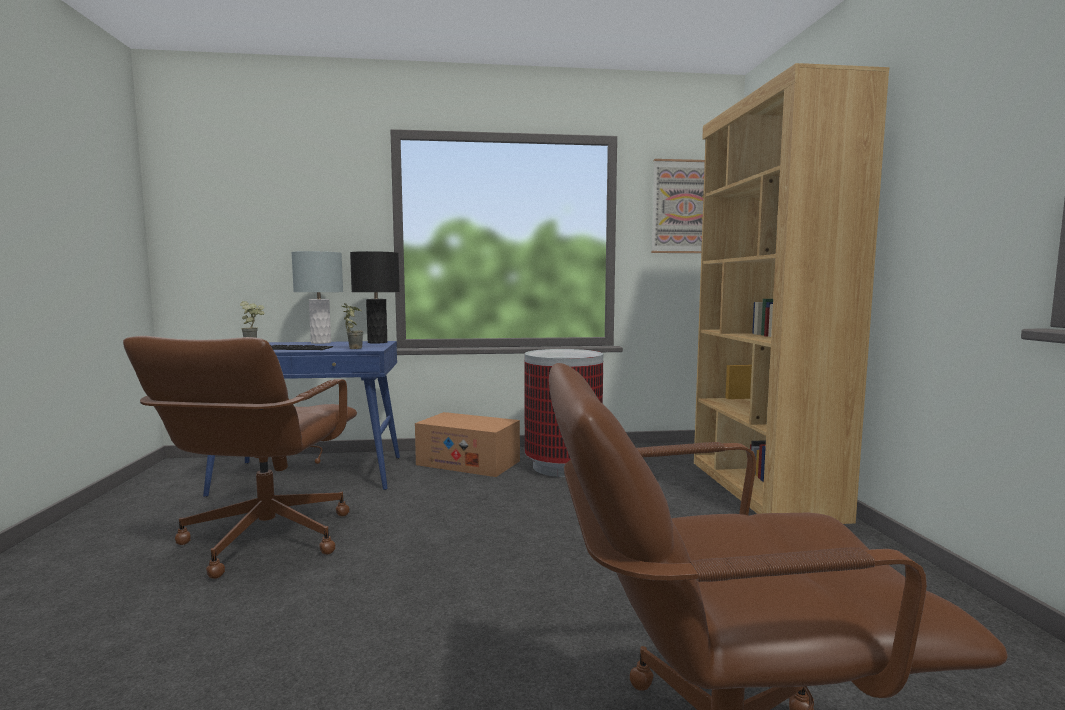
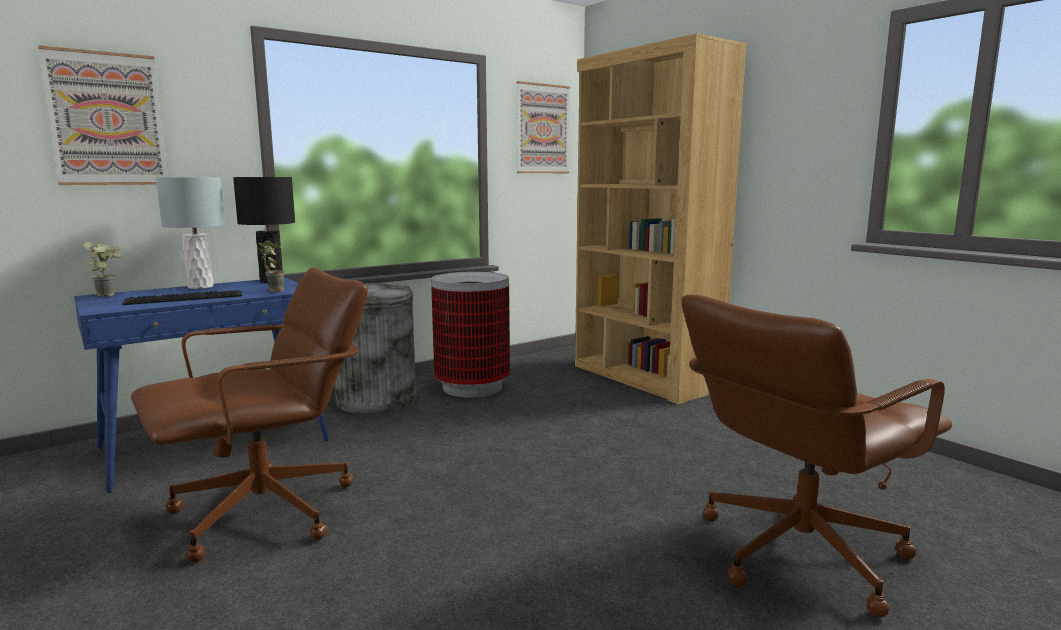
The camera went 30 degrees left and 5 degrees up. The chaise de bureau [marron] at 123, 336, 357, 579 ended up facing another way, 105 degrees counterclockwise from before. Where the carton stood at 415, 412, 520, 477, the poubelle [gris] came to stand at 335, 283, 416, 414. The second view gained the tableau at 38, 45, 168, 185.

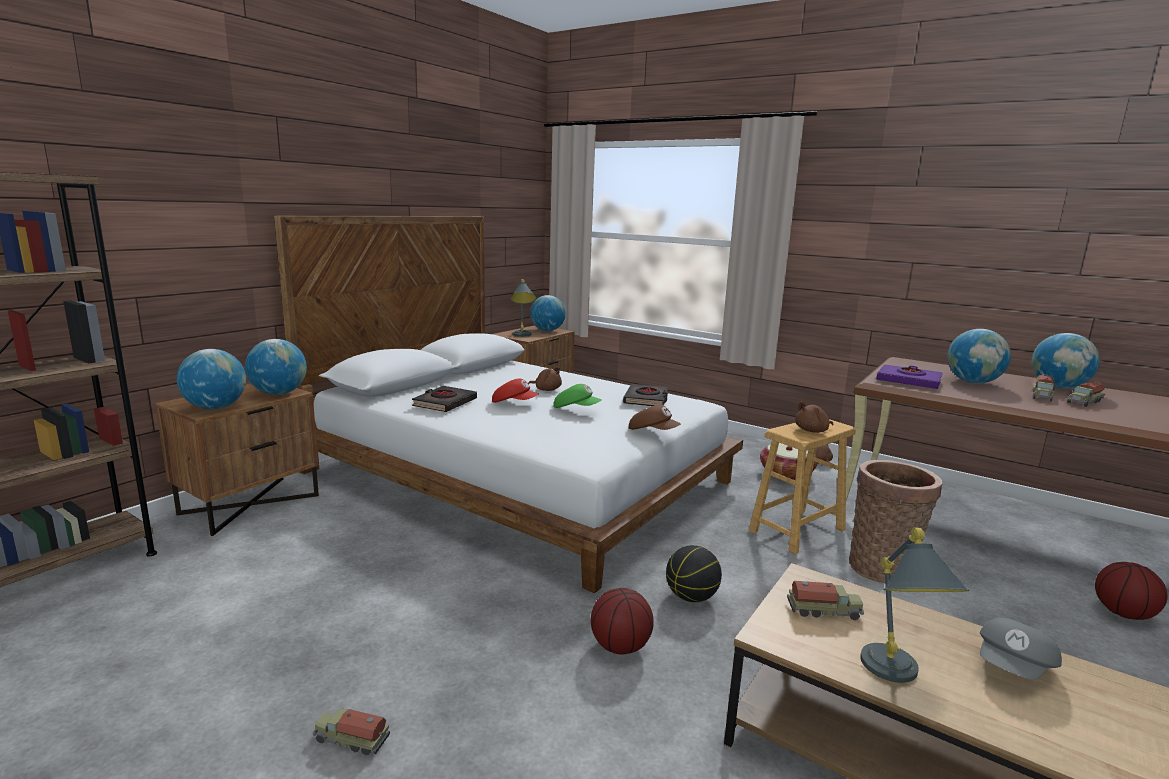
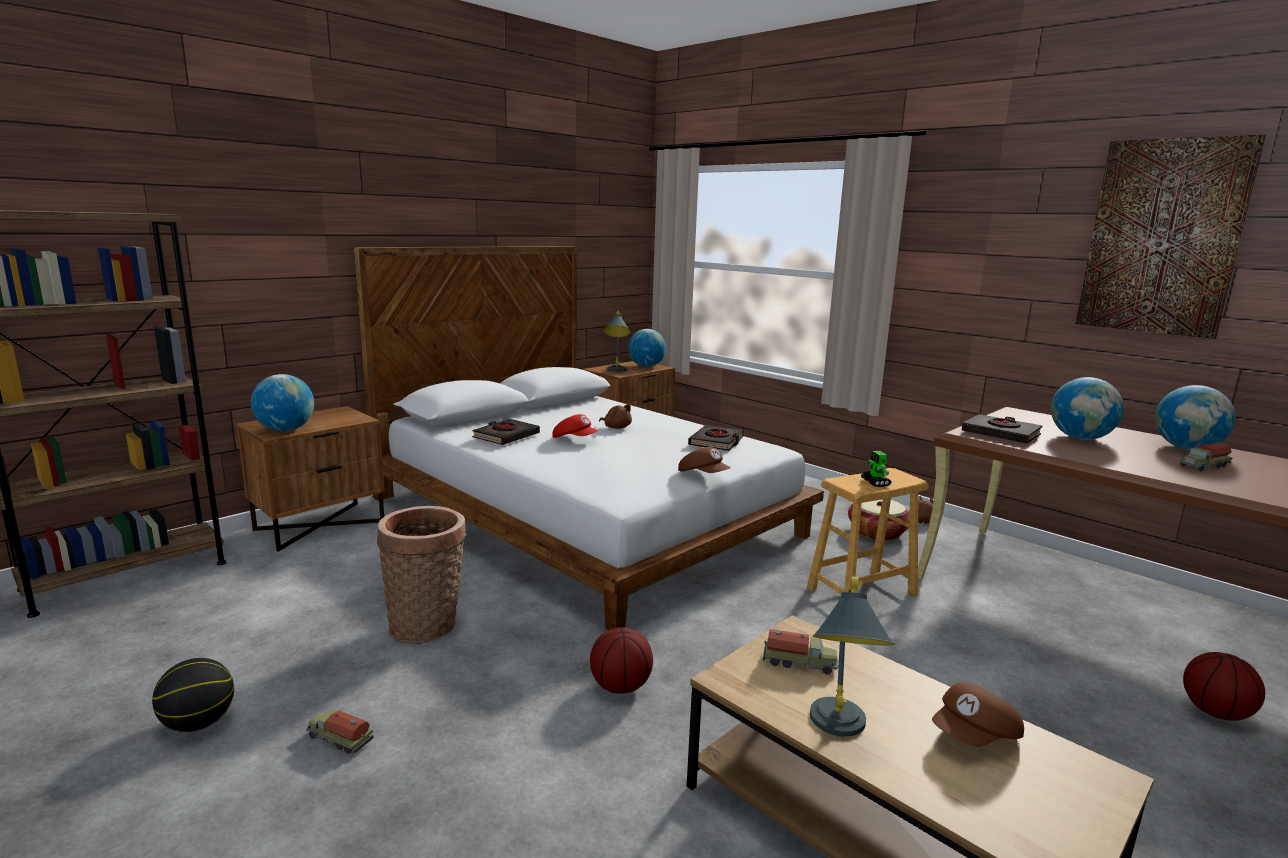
The camera went 10 degrees right and 0 degrees up. The second view lost the globe at 245, 339, 307, 395. What was the livre [violet] at 876, 364, 943, 389 turned into the livre [noir] at 962, 414, 1043, 444. The second view lost the camion jouet at 1033, 374, 1055, 401. The second view lost the casquette [vert] at 553, 384, 602, 408. Where the peluche [marron] stood at 795, 401, 833, 433, the robot jouet came to stand at 861, 451, 892, 487. The panier ended up elsewhere, having gone from 849, 460, 943, 583 to 377, 506, 467, 644. The ballon de basket ended up elsewhere, having gone from 666, 545, 722, 602 to 152, 658, 234, 732. What was the casquette [gris] at 980, 618, 1062, 680 turned into the casquette [marron] at 932, 683, 1024, 747. The second view gained the tableau at 1076, 134, 1266, 339.

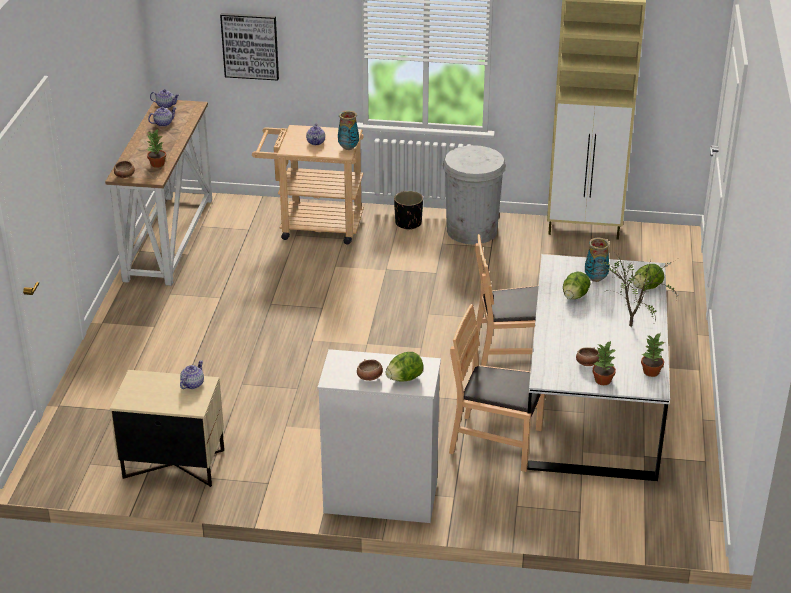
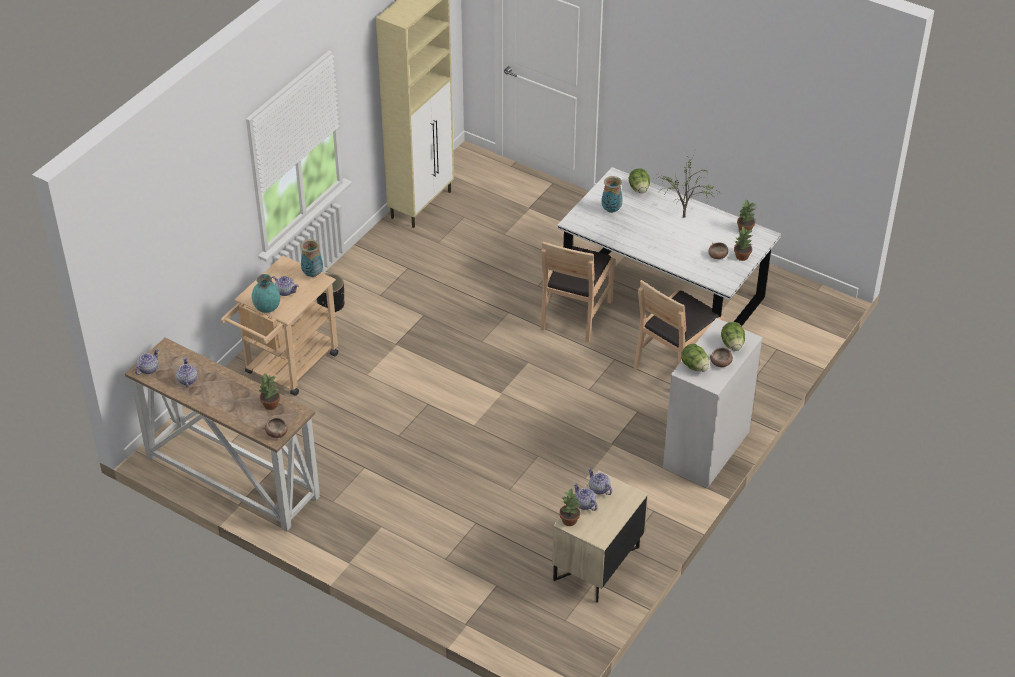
The camera went 65 degrees left and 10 degrees up. The second view lost the tableau at 220, 13, 279, 81. The second view lost the poubelle [blanc] at 443, 145, 506, 245. The laitue ended up elsewhere, having gone from 563, 271, 591, 299 to 681, 344, 709, 372. The second view gained the vase [turquoise] at 252, 274, 280, 313. The second view gained the théière at 574, 483, 597, 511. The second view gained the plante en pot at 559, 488, 580, 526.

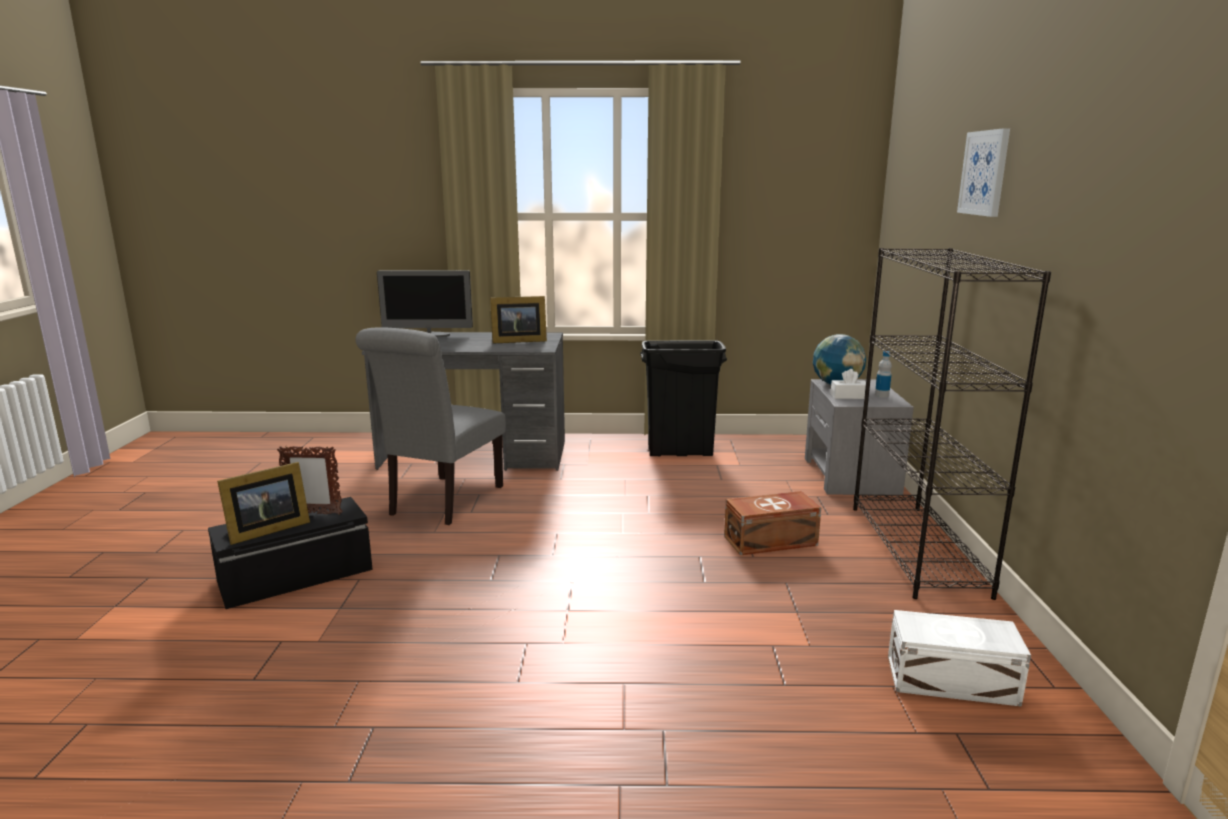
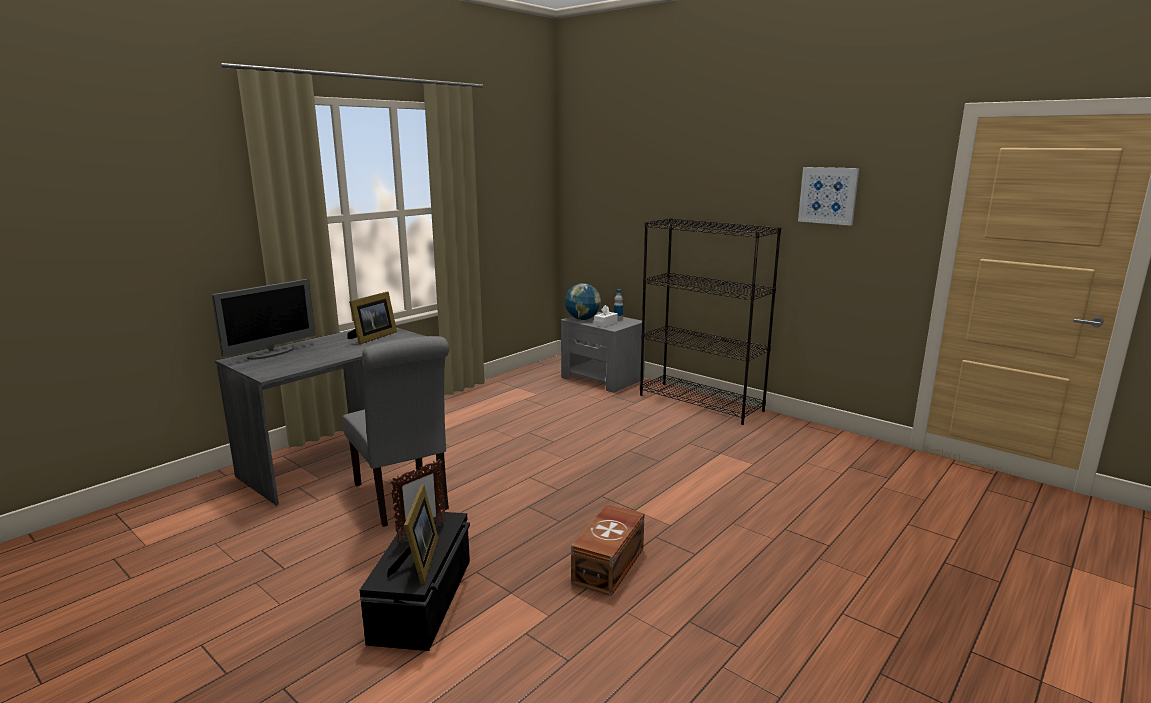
The camera went 50 degrees left and 0 degrees up. The tableau ended up elsewhere, having gone from 957, 128, 1010, 217 to 798, 167, 859, 226. The second view lost the poubelle [noir] at 640, 340, 727, 456. The boîte de rangement [marron] ended up elsewhere, having gone from 724, 491, 821, 555 to 571, 504, 645, 596. The second view lost the boîte de rangement [blanc] at 888, 610, 1031, 707.

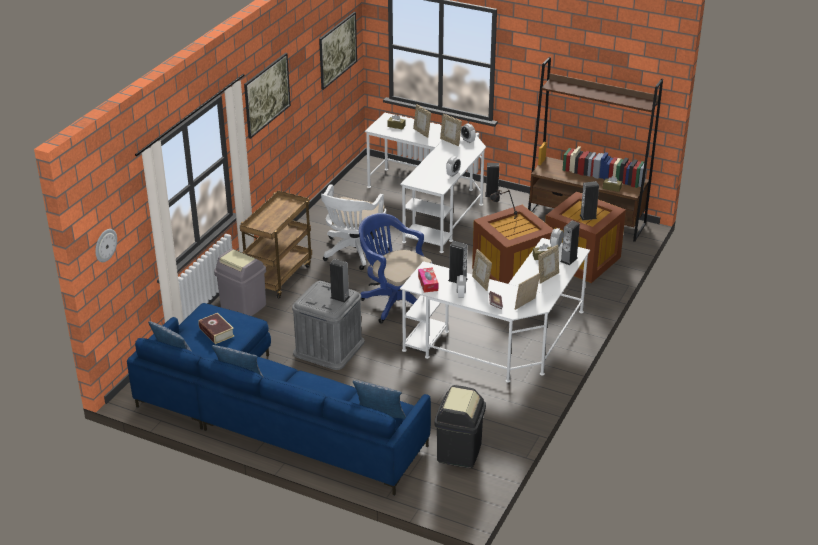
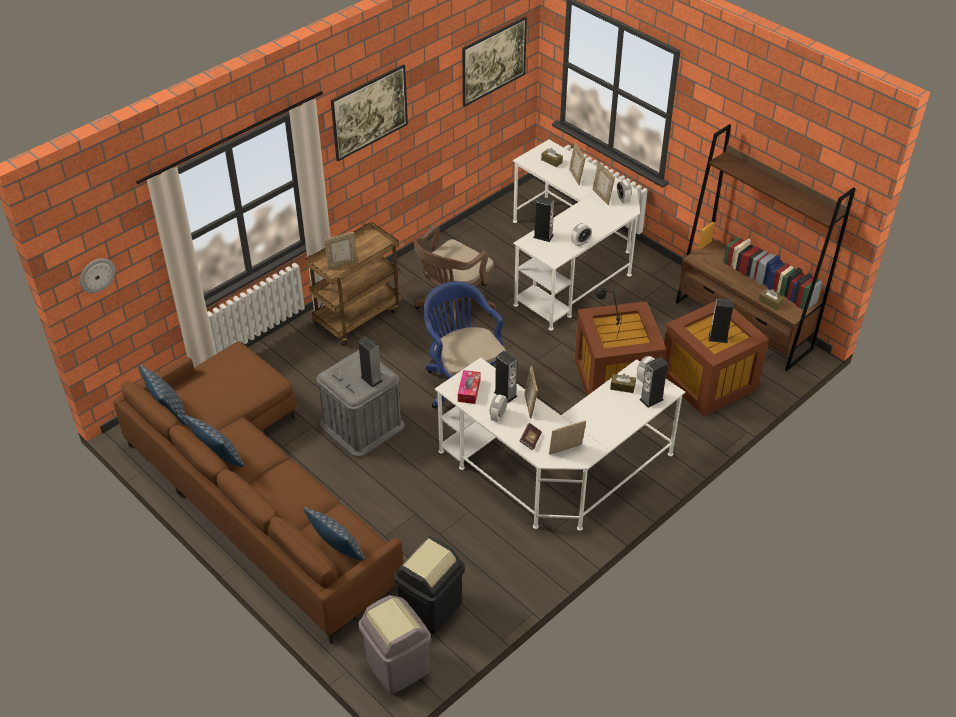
The camera went 20 degrees right and 10 degrees up. The enceinte ended up elsewhere, having gone from 485, 163, 499, 197 to 533, 196, 554, 242. What was the chaise de bureau [blanc] at 321, 184, 392, 270 turned into the chaise de bureau [marron] at 413, 225, 496, 330. The cadre photo ended up elsewhere, having gone from 538, 245, 559, 284 to 324, 232, 358, 269. The poubelle [gris] ended up elsewhere, having gone from 214, 249, 266, 316 to 358, 595, 431, 694. What was the canapé [bleu] at 127, 303, 431, 496 turned into the canapé [marron] at 113, 342, 403, 644. The second view lost the livre at 198, 313, 234, 344.

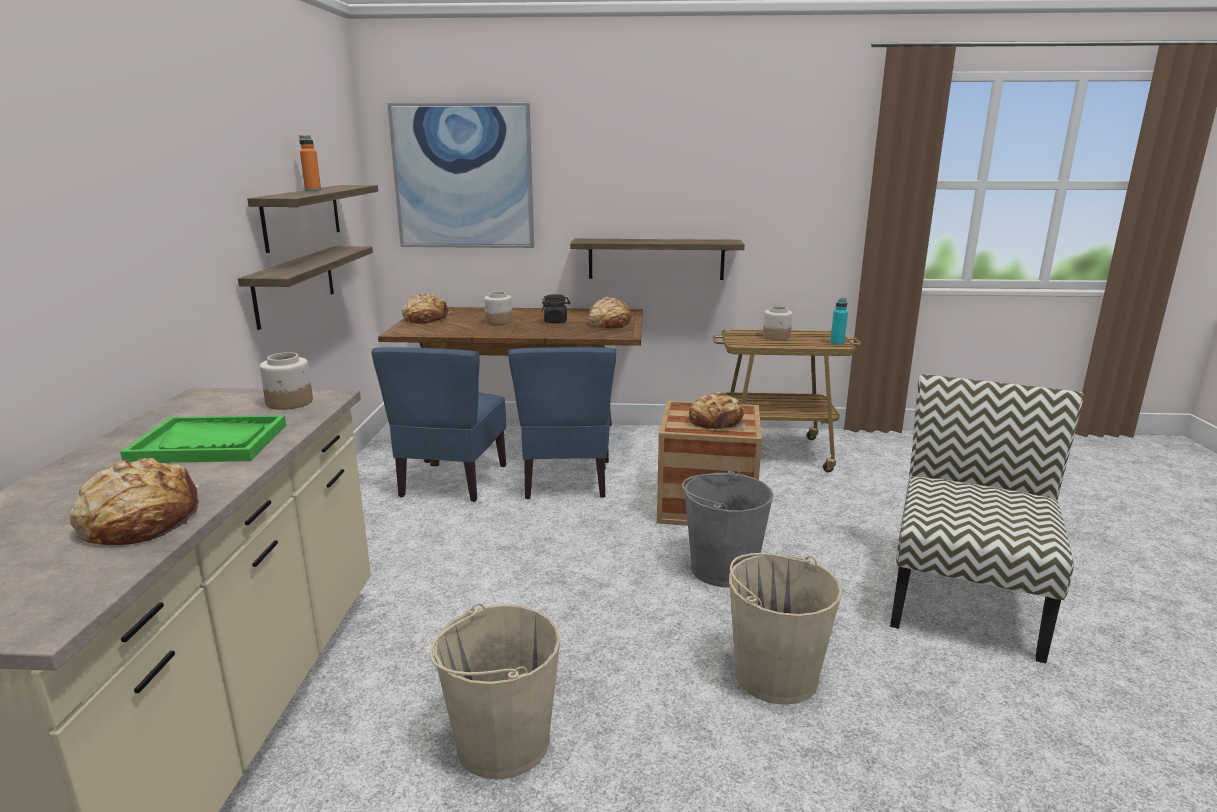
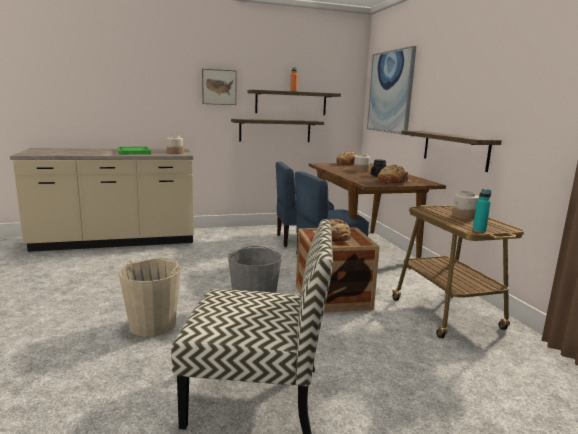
The camera went 70 degrees right and 5 degrees down. The second view lost the pain at 70, 458, 199, 545. The second view lost the seau [beige] at 429, 603, 560, 780. The second view gained the tableau at 202, 69, 236, 105.

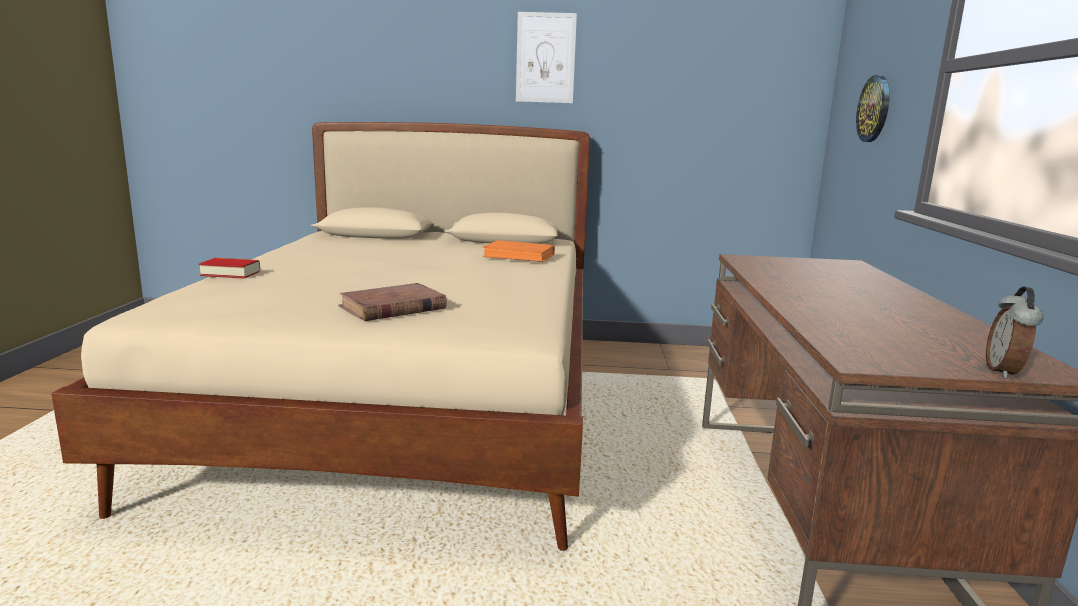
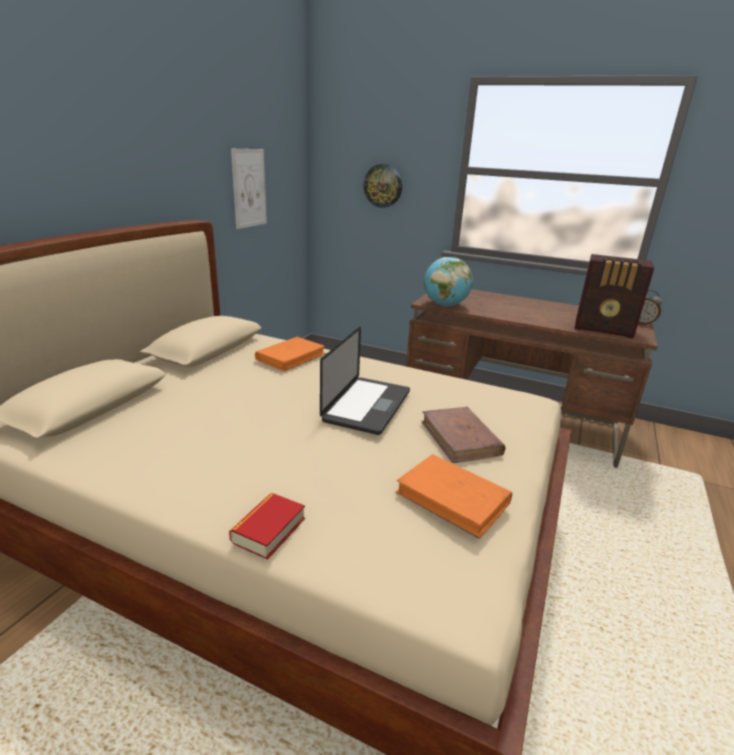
The camera went 70 degrees left and 10 degrees up. The tableau ended up elsewhere, having gone from 516, 12, 577, 103 to 231, 149, 267, 229. The second view gained the radio at 575, 254, 654, 339. The second view gained the globe at 424, 257, 473, 306. The second view gained the ordinateur portable at 320, 326, 410, 435. The second view gained the livre [orange] at 396, 454, 512, 539.

